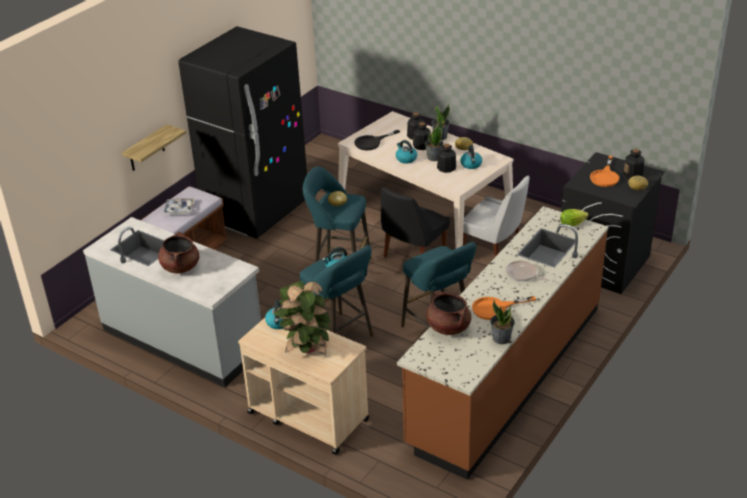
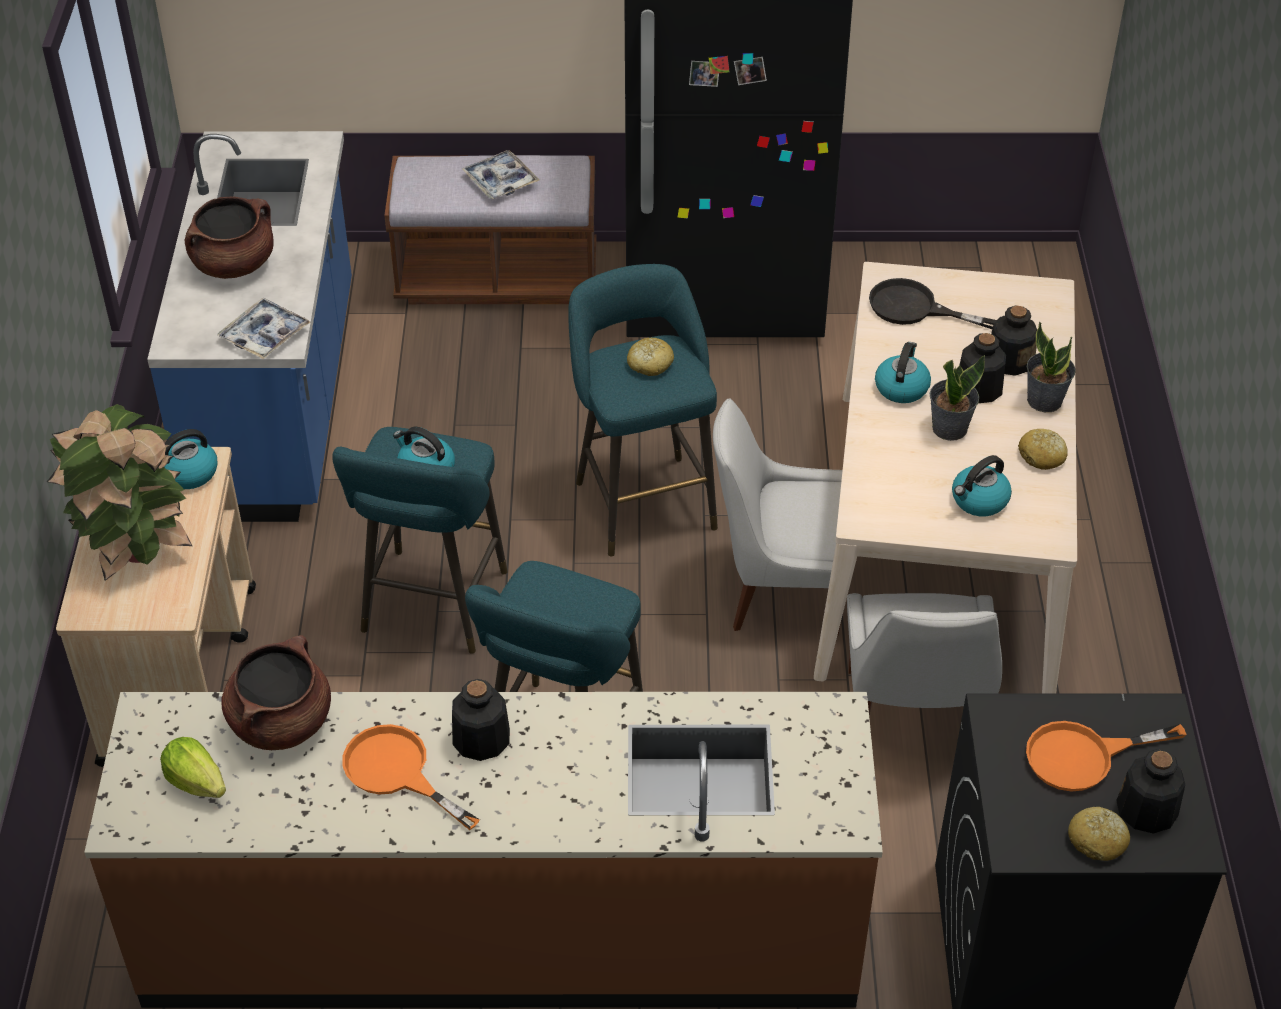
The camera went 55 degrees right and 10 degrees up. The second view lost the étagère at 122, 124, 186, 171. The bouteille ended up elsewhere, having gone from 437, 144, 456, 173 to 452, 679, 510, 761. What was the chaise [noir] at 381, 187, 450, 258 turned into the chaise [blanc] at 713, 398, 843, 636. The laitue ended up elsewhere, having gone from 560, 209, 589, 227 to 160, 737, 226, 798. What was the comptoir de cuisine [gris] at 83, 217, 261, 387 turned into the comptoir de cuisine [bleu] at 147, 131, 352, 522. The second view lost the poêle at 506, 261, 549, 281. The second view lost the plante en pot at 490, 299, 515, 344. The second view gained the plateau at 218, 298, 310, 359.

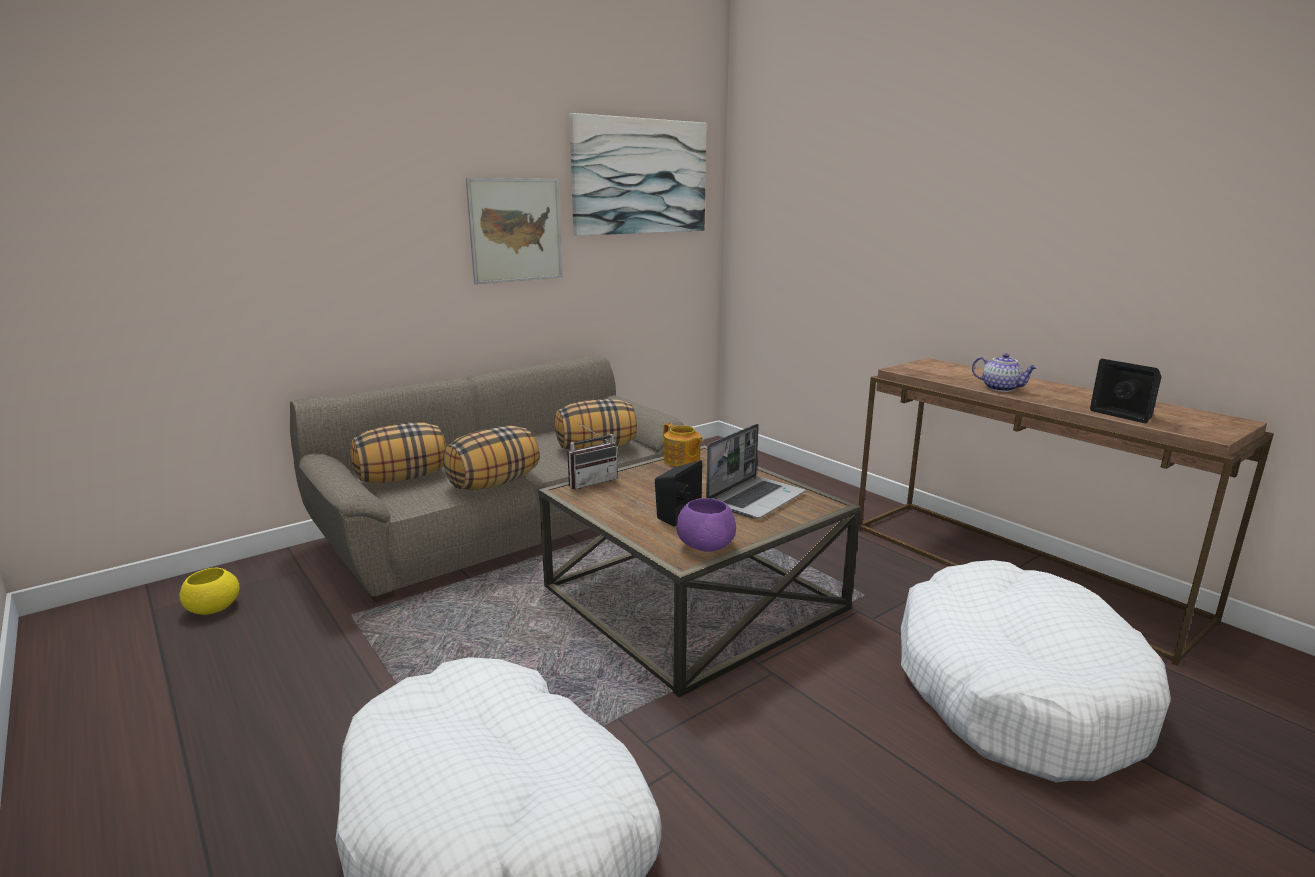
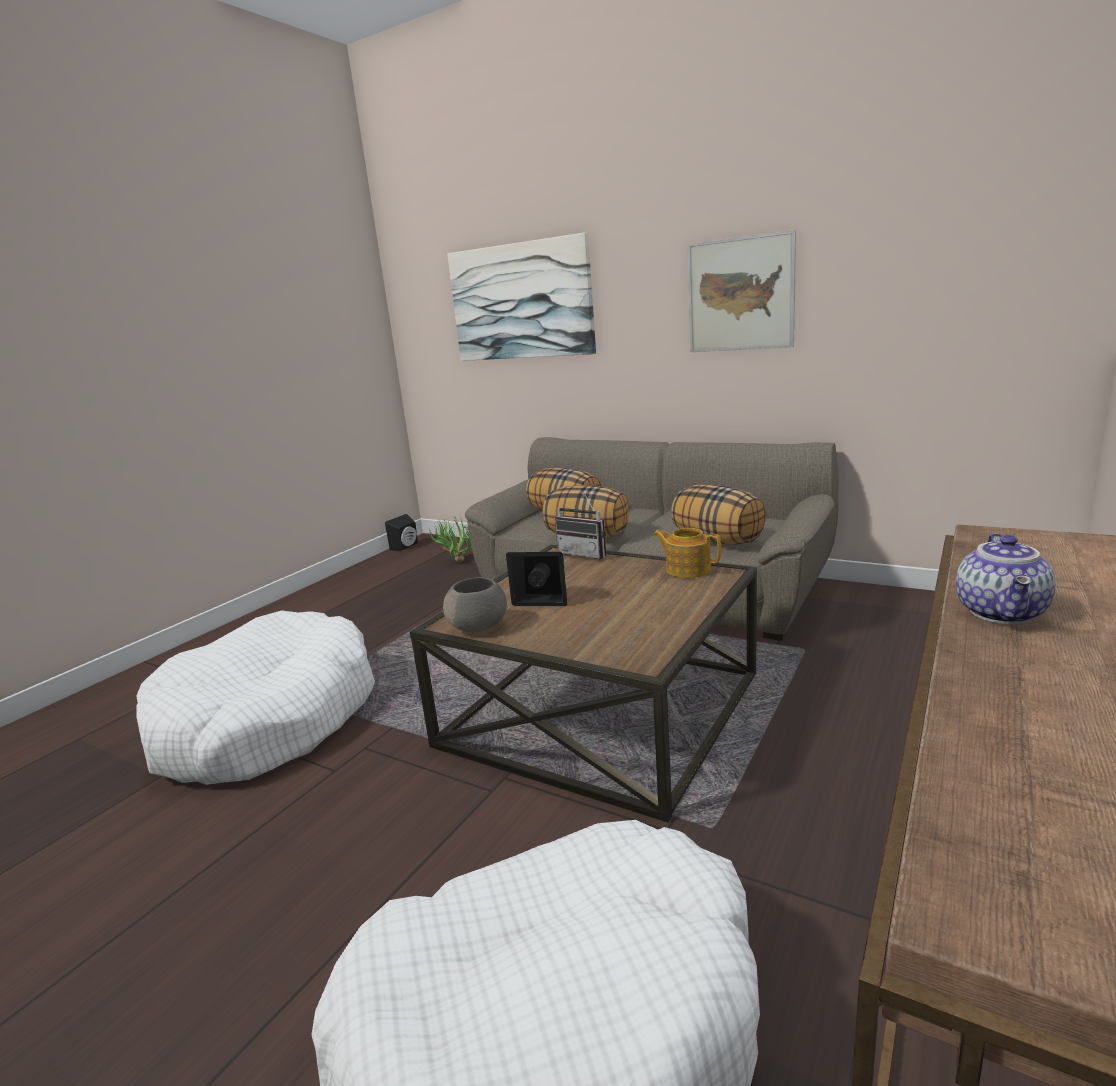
The camera went 70 degrees right and 0 degrees up. The tableau ended up elsewhere, having gone from 569, 113, 707, 236 to 447, 232, 596, 361. The enceinte [noir] ended up elsewhere, having gone from 1090, 359, 1162, 423 to 385, 514, 418, 551. The théière at 663, 423, 703, 467 ended up facing another way, 90 degrees clockwise from before. The second view lost the ordinateur portable at 706, 424, 805, 519. What was the bol [violet] at 676, 498, 736, 552 turned into the bol [gris] at 443, 577, 507, 632. Where the bol [jaune] stood at 179, 568, 239, 615, the plante en pot came to stand at 429, 516, 472, 562.

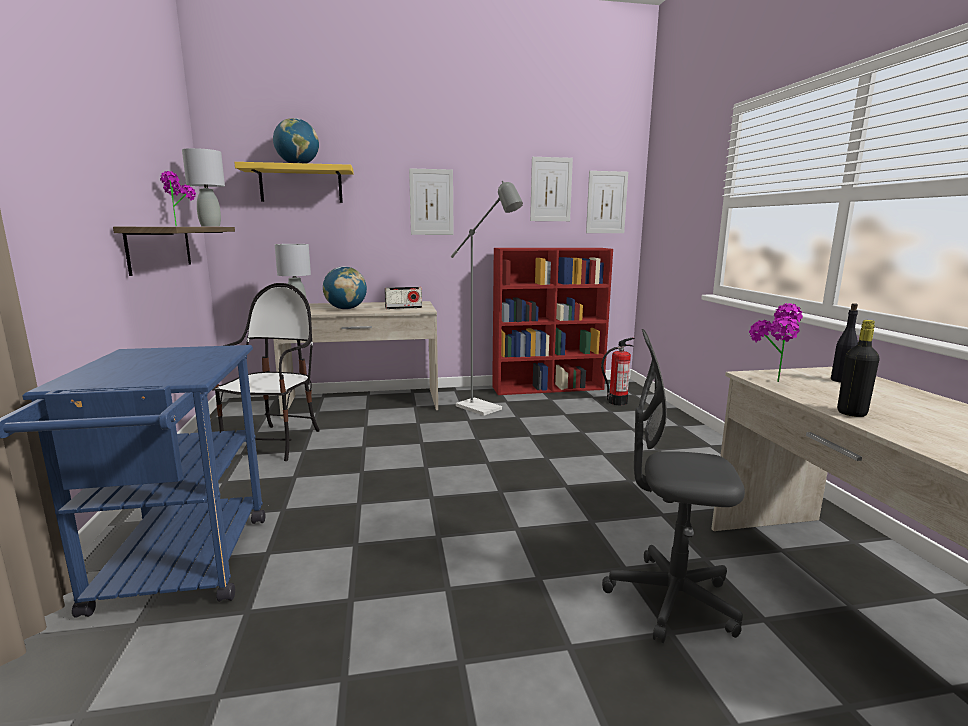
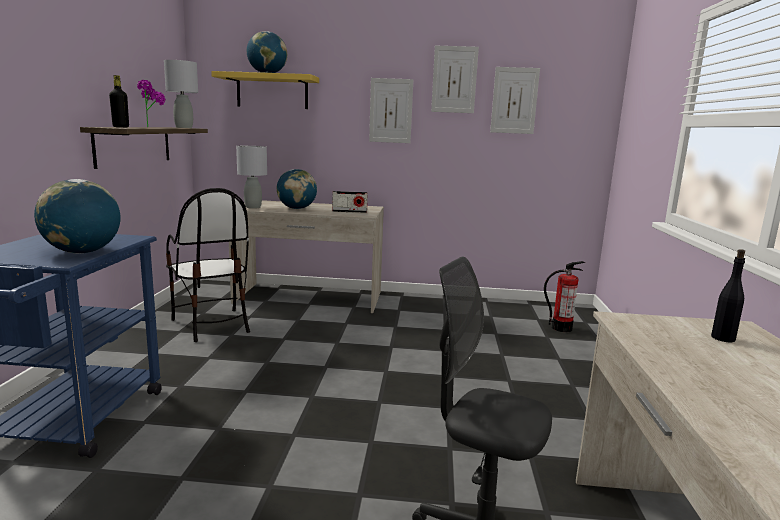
The camera went 15 degrees right and 0 degrees up. The tableau ended up elsewhere, having gone from 586, 171, 628, 233 to 431, 46, 479, 113. The second view lost the lampadaire [gris] at 451, 181, 523, 416. The second view lost the bibliothèque [rouge] at 492, 248, 613, 395. The chaise at 212, 283, 320, 461 ended up facing another way, 120 degrees clockwise from before. The second view lost the plante en pot at 749, 303, 803, 382. The bouteille [noir] ended up elsewhere, having gone from 837, 320, 880, 417 to 109, 75, 129, 127. The second view gained the globe at 34, 179, 121, 254.

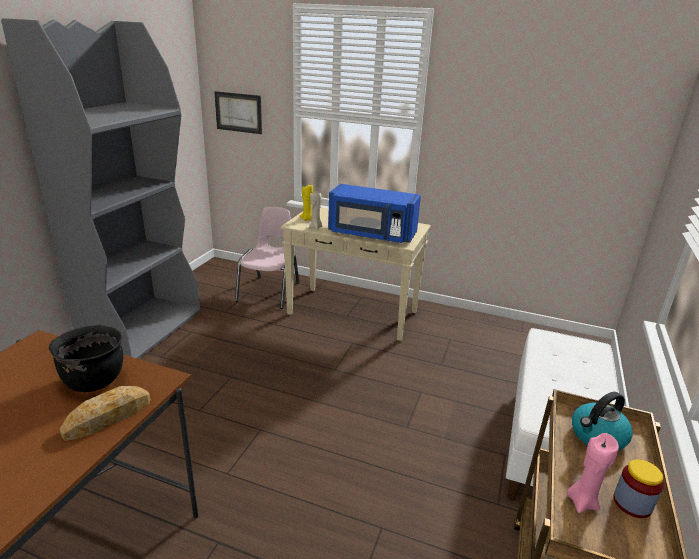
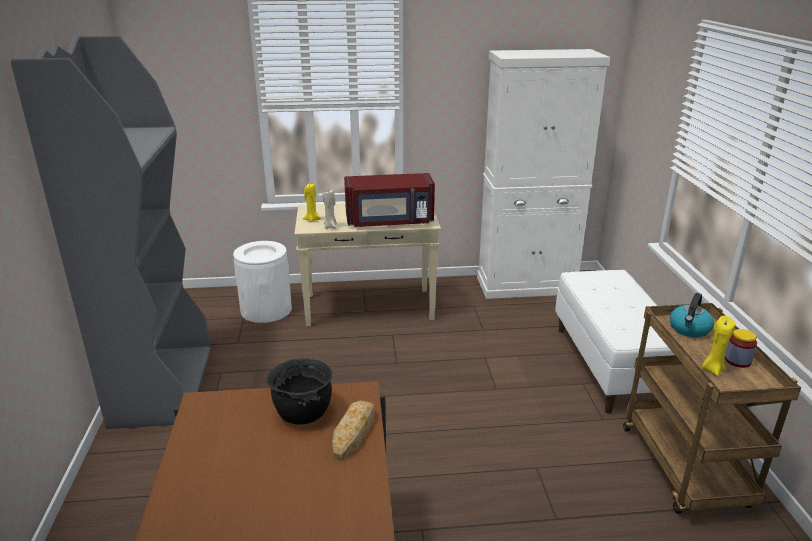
The camera went 25 degrees left and 0 degrees up. The second view lost the tableau at 214, 91, 262, 134. What was the micro-ondes [bleu] at 328, 184, 421, 243 turned into the micro-ondes [rouge] at 344, 173, 435, 227. Where the chaise [rose] stood at 235, 207, 299, 309, the poubelle [blanc] came to stand at 233, 241, 292, 323. What was the bougie [rose] at 566, 433, 619, 513 turned into the bougie [jaune] at 702, 316, 736, 376. The second view gained the meuble de rangement [blanc] at 477, 49, 610, 299.

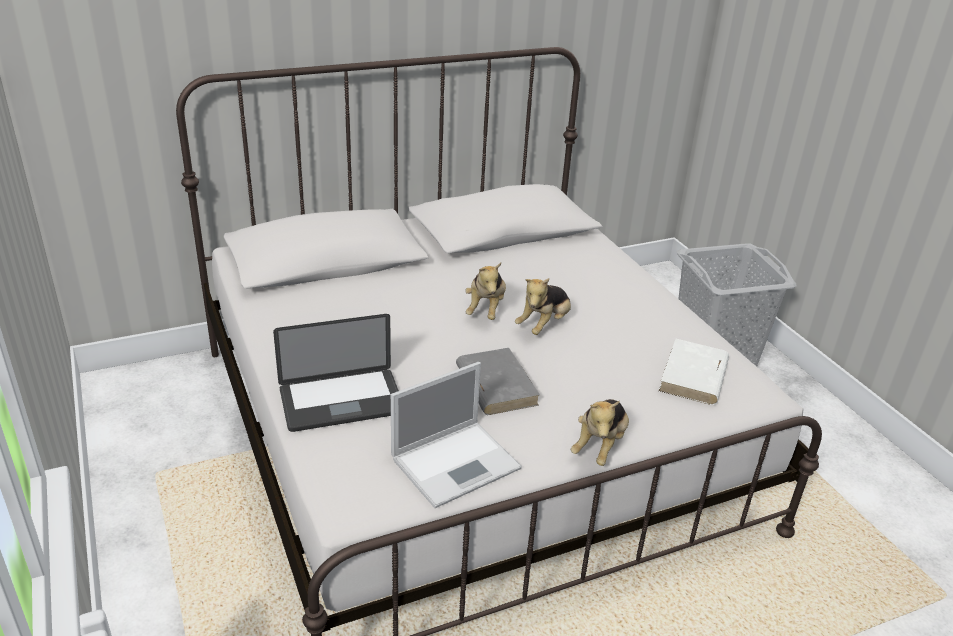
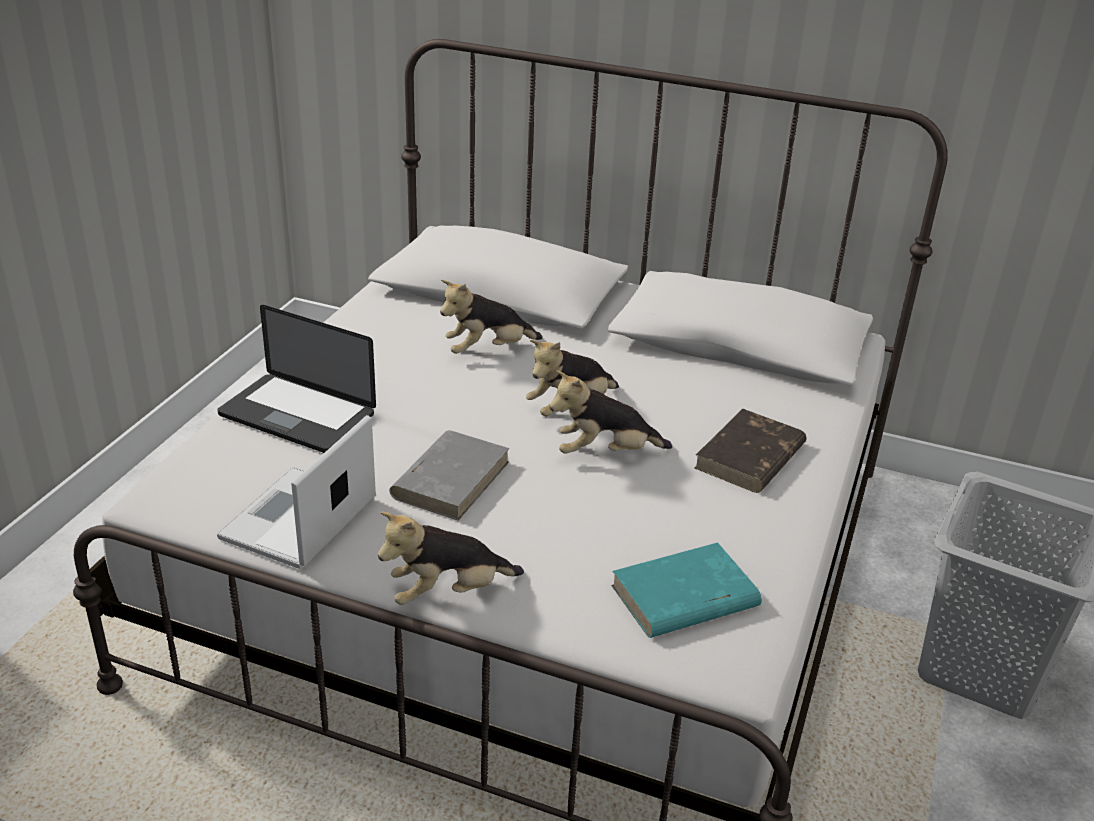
The camera went 45 degrees right and 0 degrees up. What was the livre [blanc] at 659, 339, 729, 405 turned into the livre [turquoise] at 611, 542, 762, 638. The ordinateur portable at 391, 362, 522, 508 ended up facing another way, 105 degrees clockwise from before. The second view gained the peluche at 440, 280, 543, 354. The second view gained the livre [marron] at 694, 409, 807, 493.

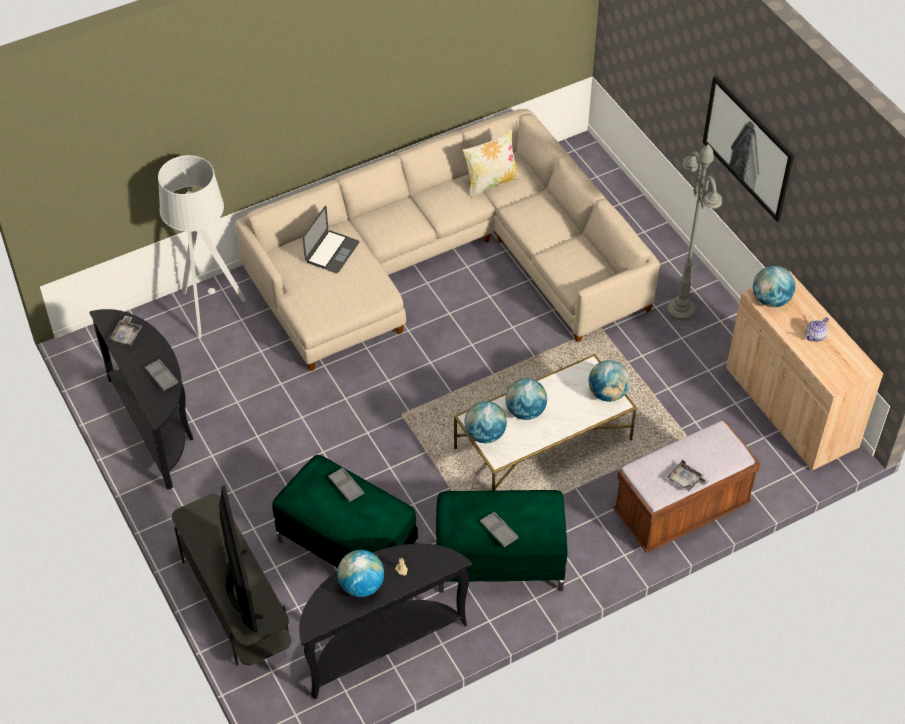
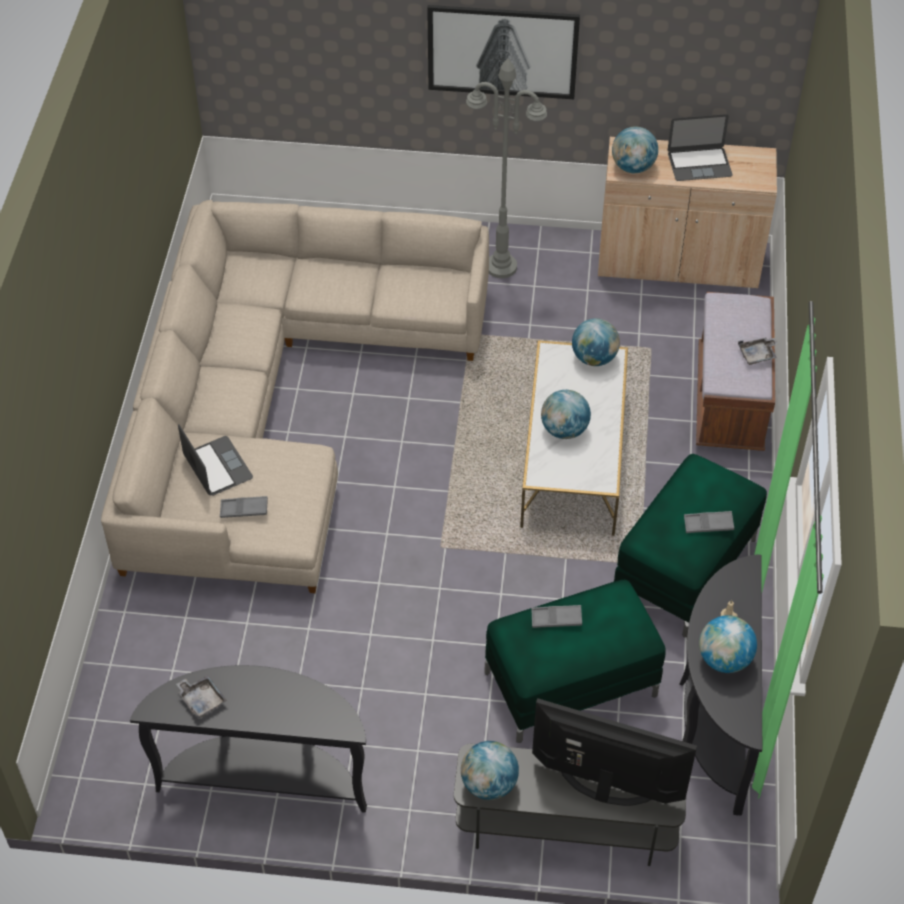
The camera went 55 degrees left and 0 degrees up. The second view lost the coussin at 463, 129, 521, 198. The second view lost the lampadaire [gris] at 158, 155, 246, 338. Where the théière stood at 806, 317, 829, 341, the ordinateur portable came to stand at 668, 114, 733, 181. The plateau [gris] ended up elsewhere, having gone from 145, 359, 178, 391 to 220, 496, 268, 518. The globe ended up elsewhere, having gone from 464, 401, 507, 443 to 461, 741, 519, 800.

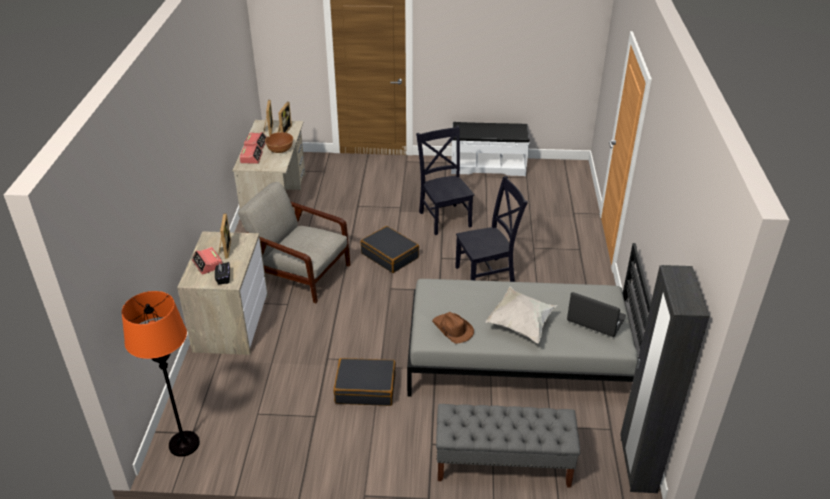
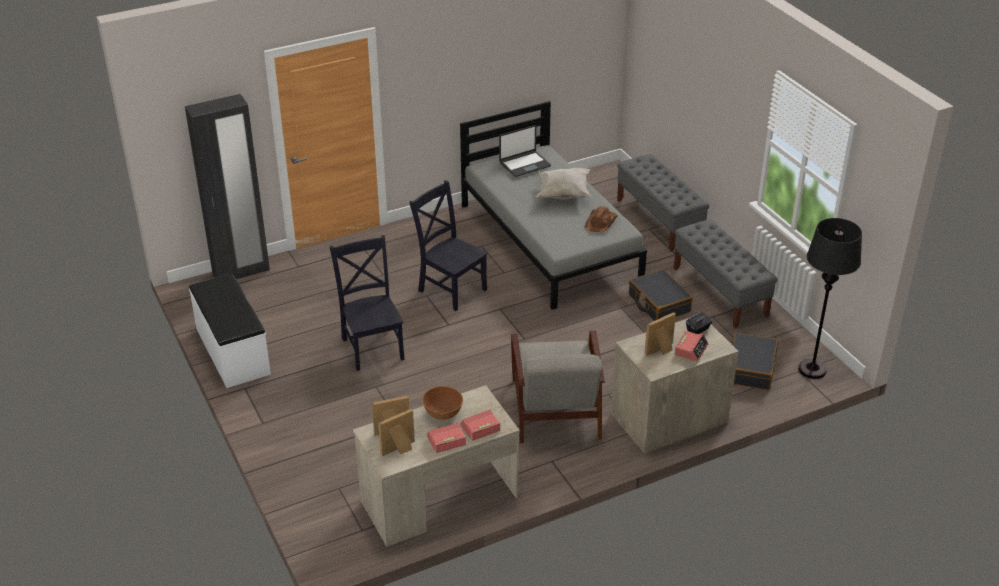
The camera went 120 degrees left and 0 degrees up. The chaise [noir] at 416, 126, 474, 235 ended up facing another way, 120 degrees clockwise from before. The valise [noir] ended up elsewhere, having gone from 360, 226, 419, 273 to 732, 333, 778, 390. The armoire [noir] ended up elsewhere, having gone from 620, 265, 710, 493 to 185, 94, 270, 279. What was the lampadaire [orange] at 122, 291, 200, 457 turned into the lampadaire [noir] at 798, 218, 862, 379. The ordinateur portable at 567, 292, 626, 337 ended up facing another way, 120 degrees counterclockwise from before. The second view gained the banc [gris] at 673, 220, 778, 328.

